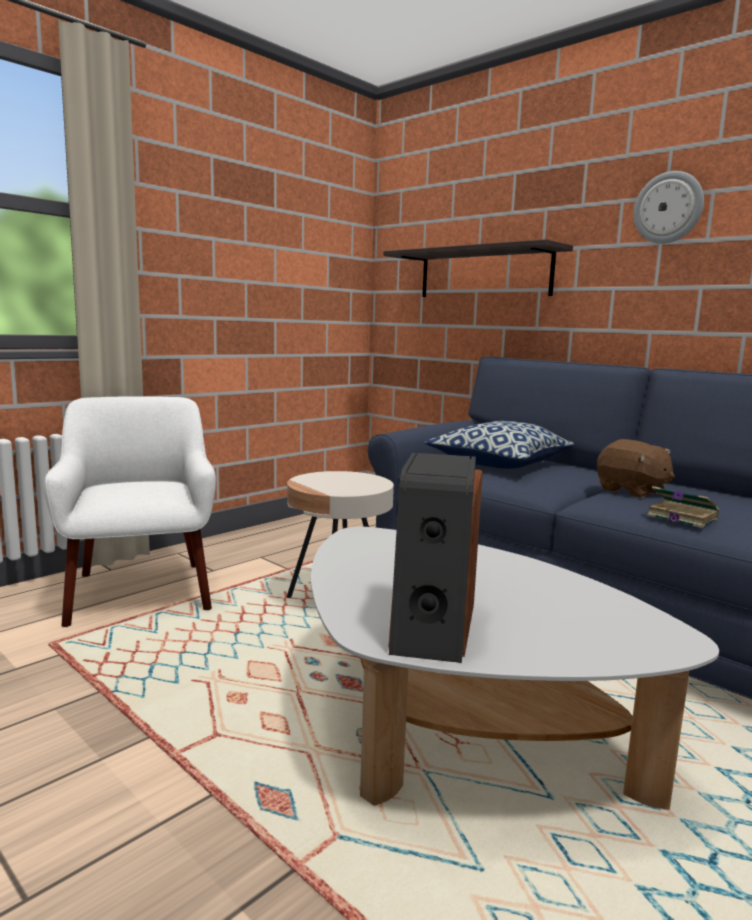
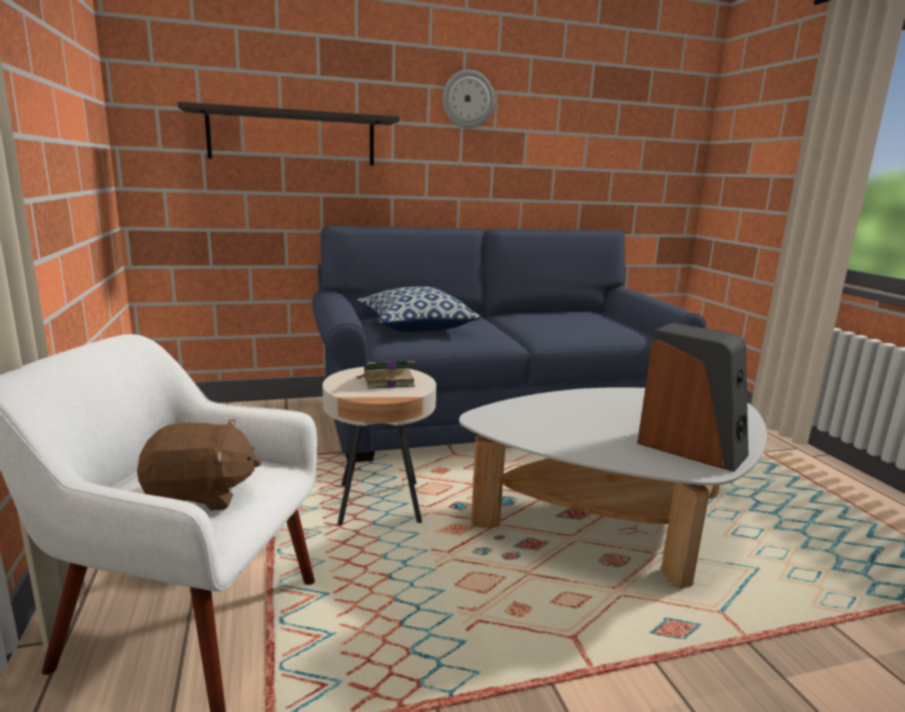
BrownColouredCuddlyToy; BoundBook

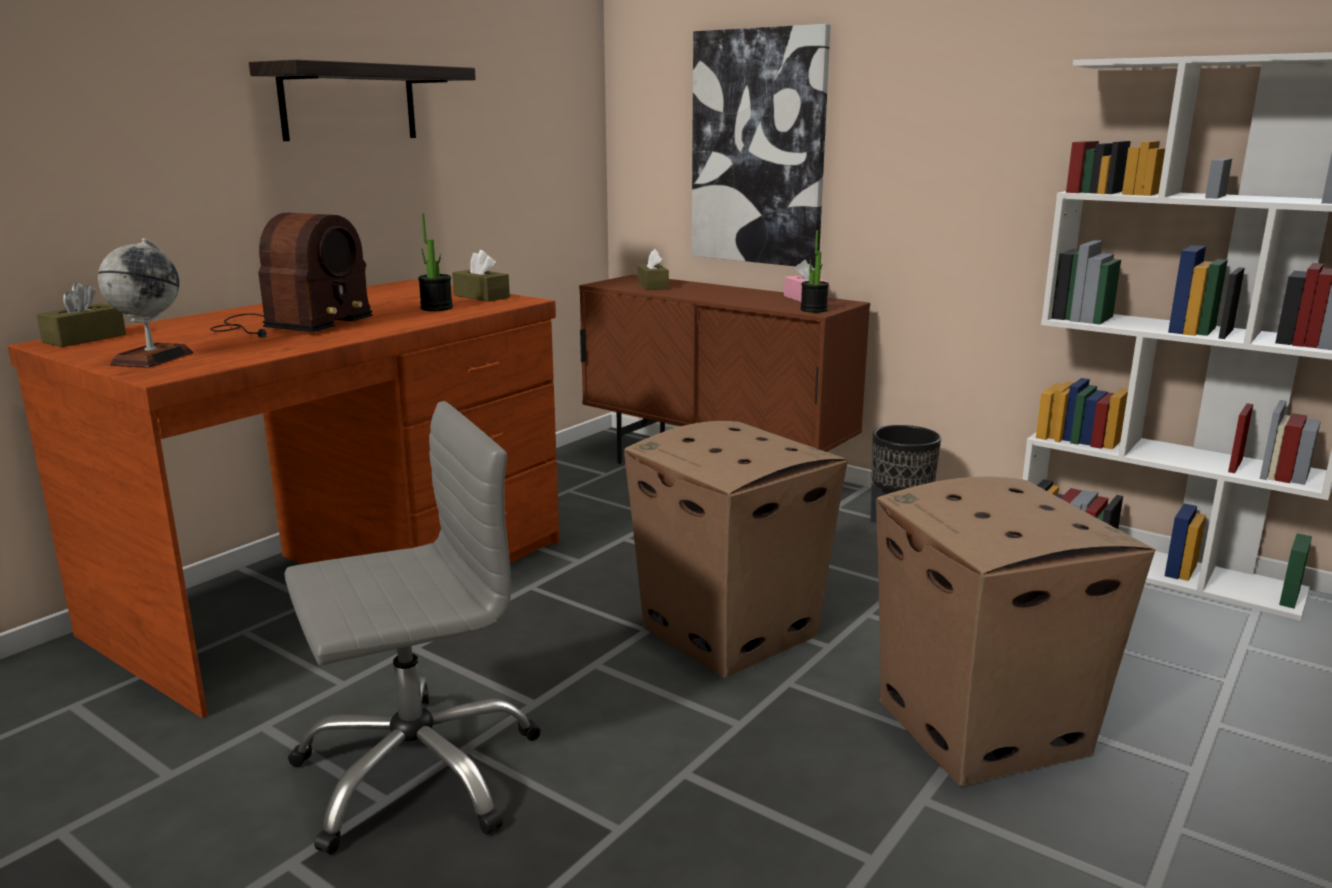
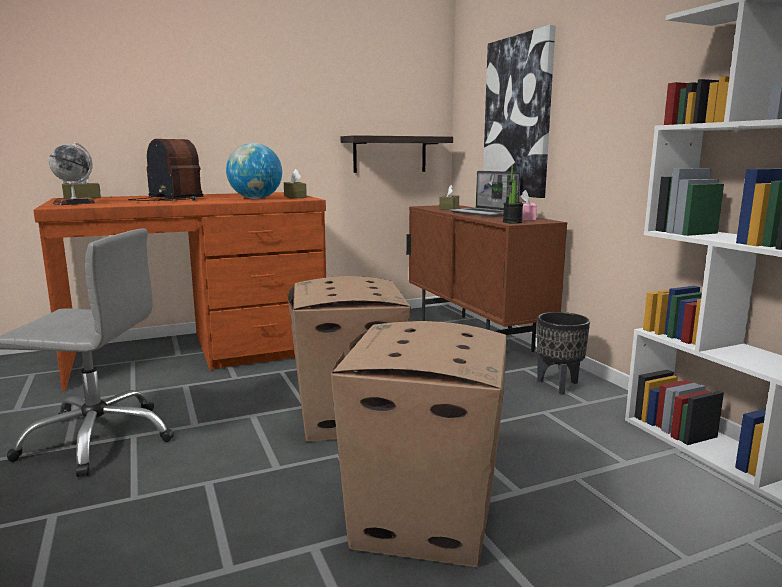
PortableComputer; BracketShelf; WorldGlobe (2nd from left); Radio

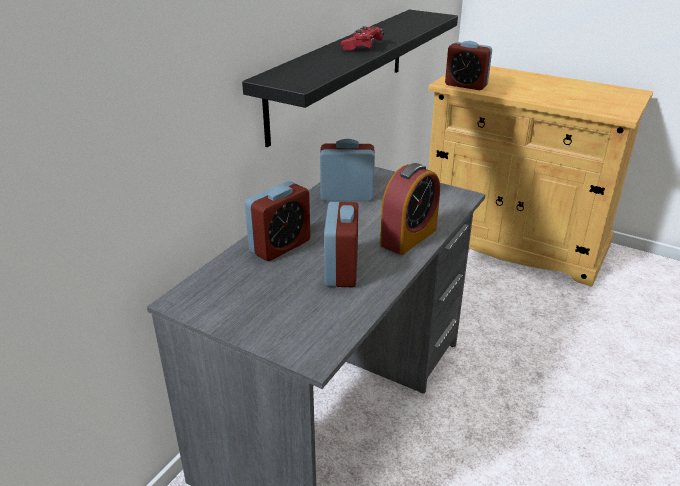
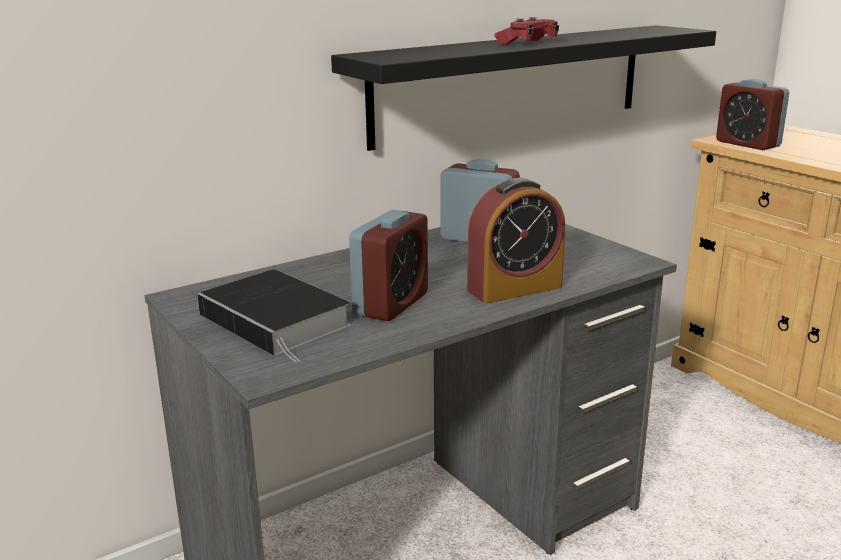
TableClock (1st from left in the first image); BoundBook

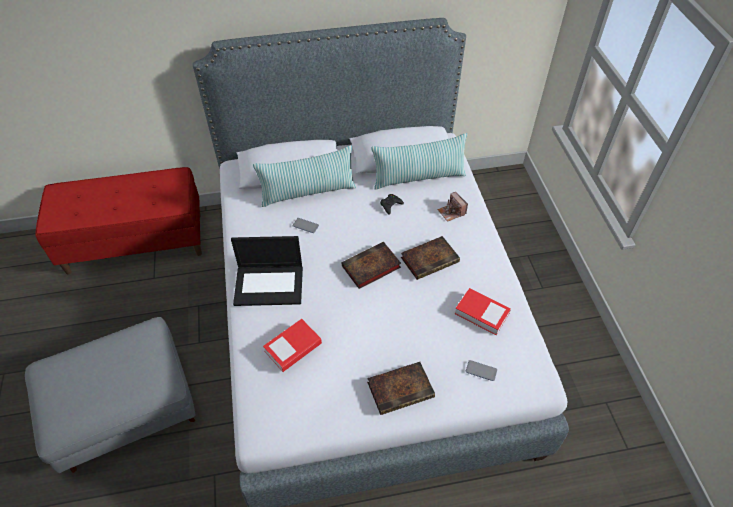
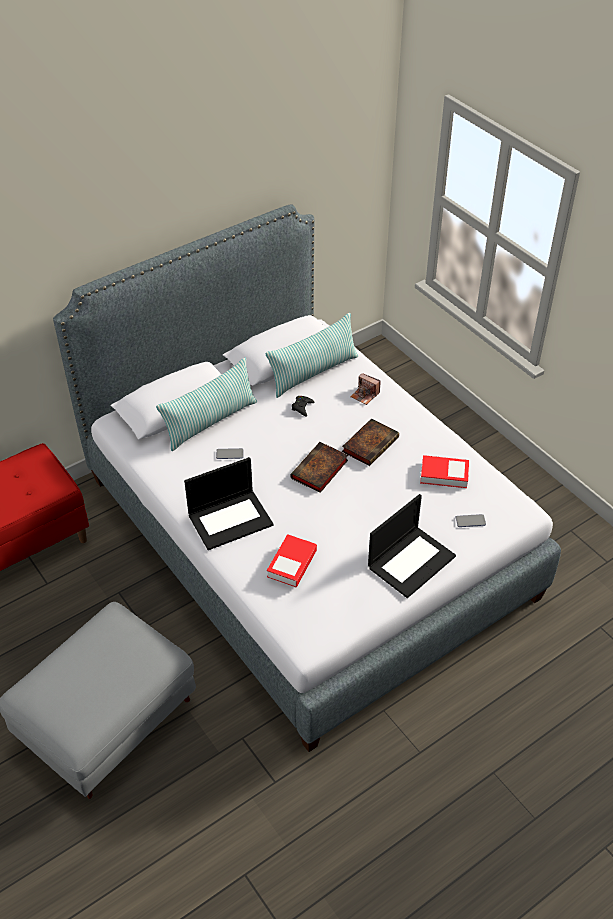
PortableComputer (2nd from left)

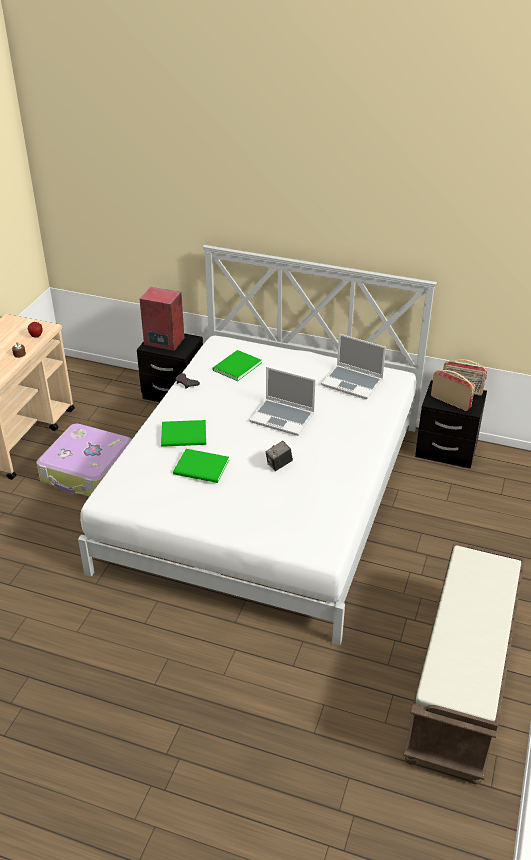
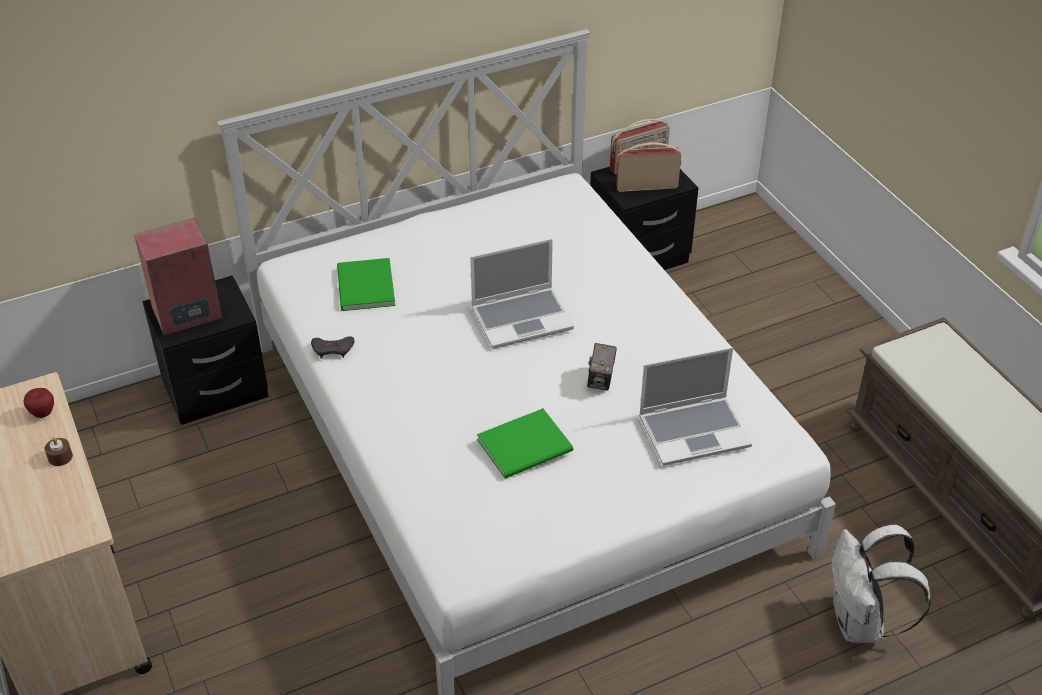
PieceOfLuggage; GreenBoundBook (1st from left in the first image); WhiteBackpack; PortableComputer (2nd from left)

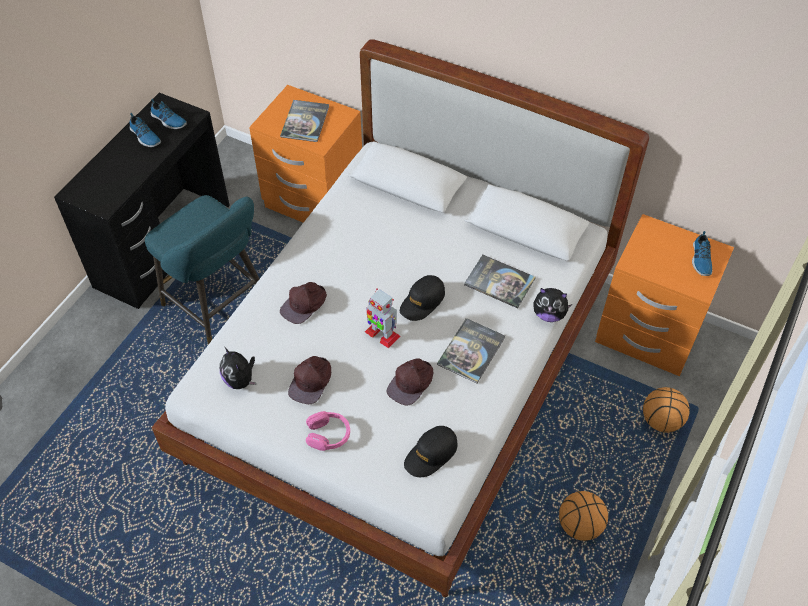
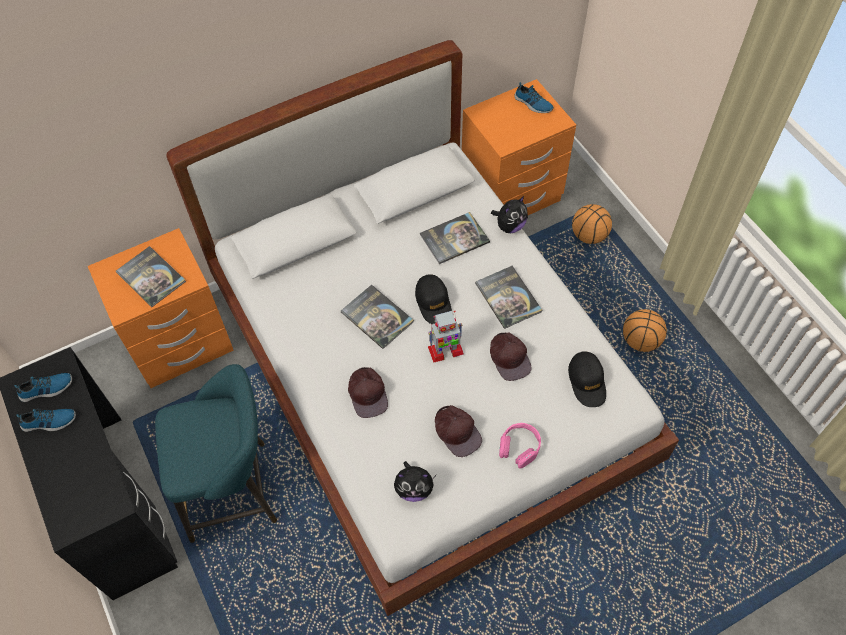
BoundBook (2nd from left)

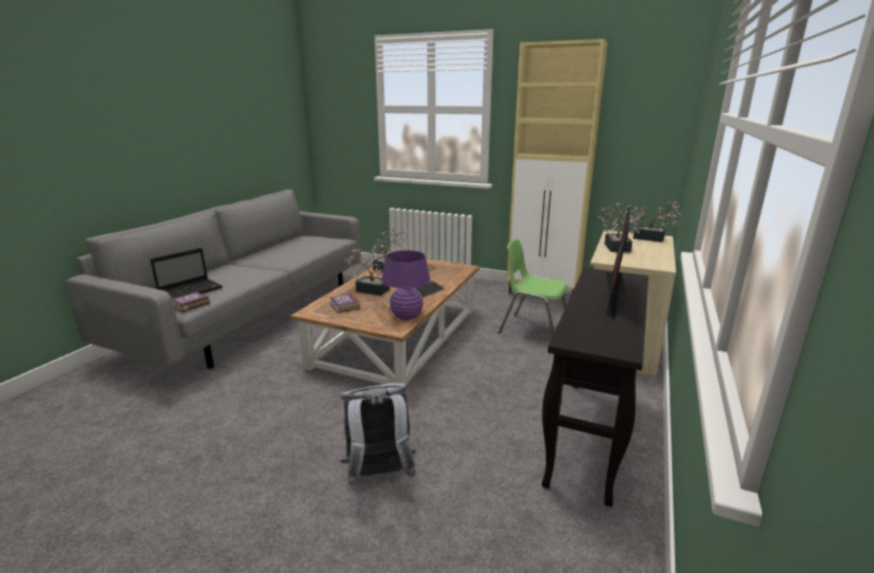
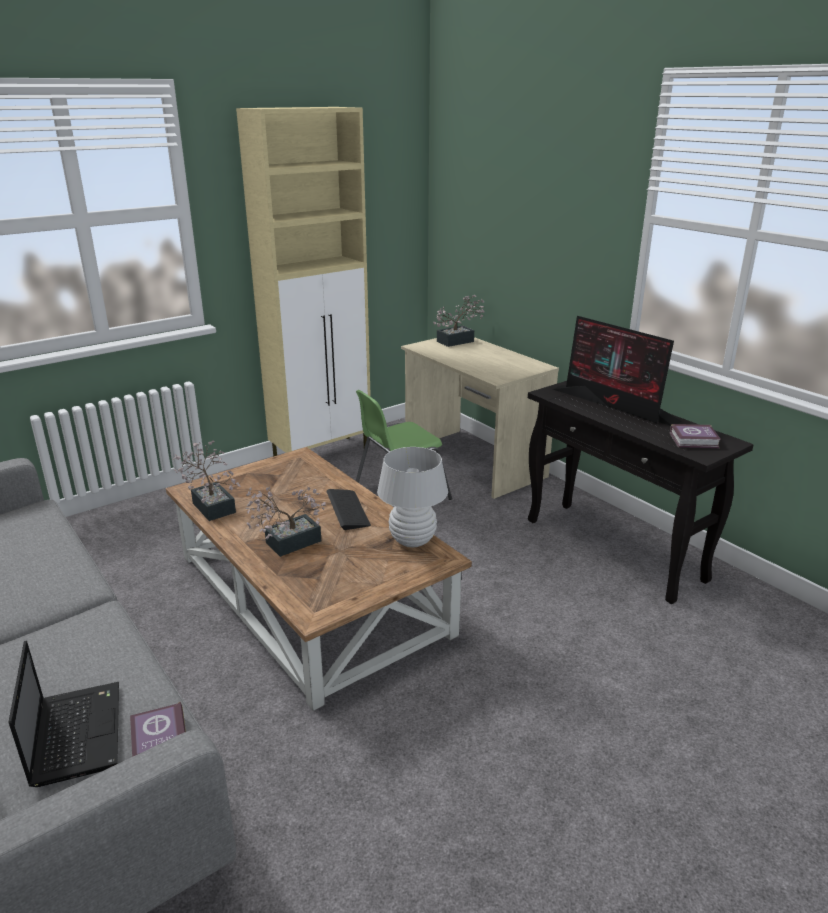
GreyBackpack; PottedPlant (3rd from left in the first image); BoundBook (2nd from left); WhiteTableLamp

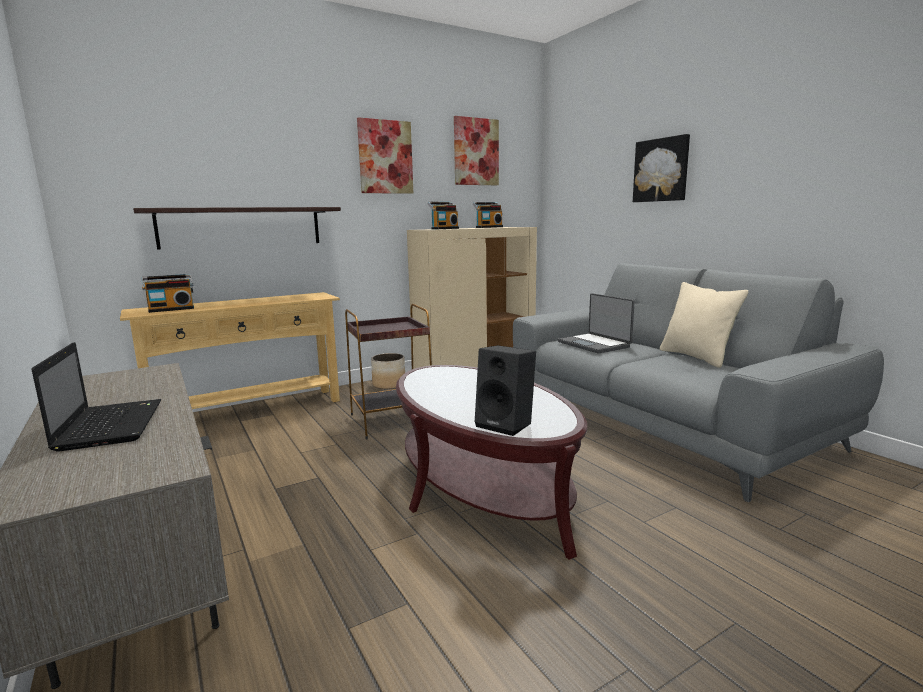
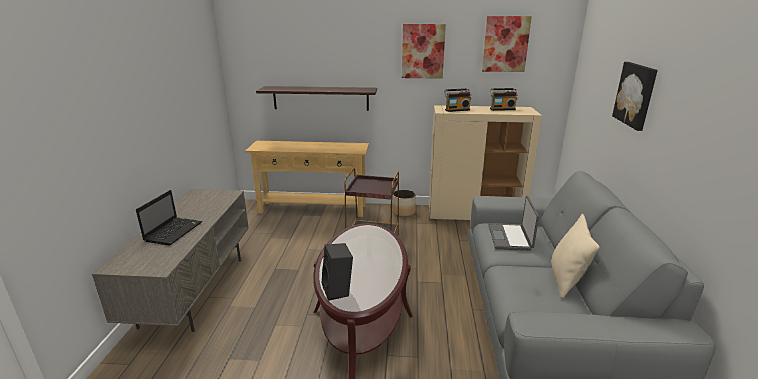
Radio (1st from left in the first image)

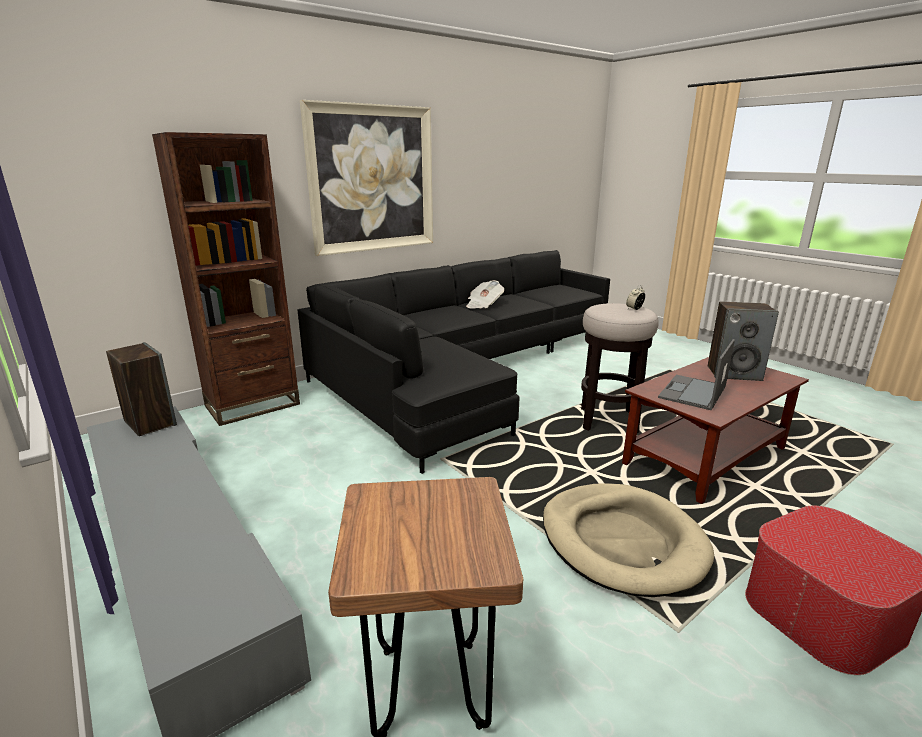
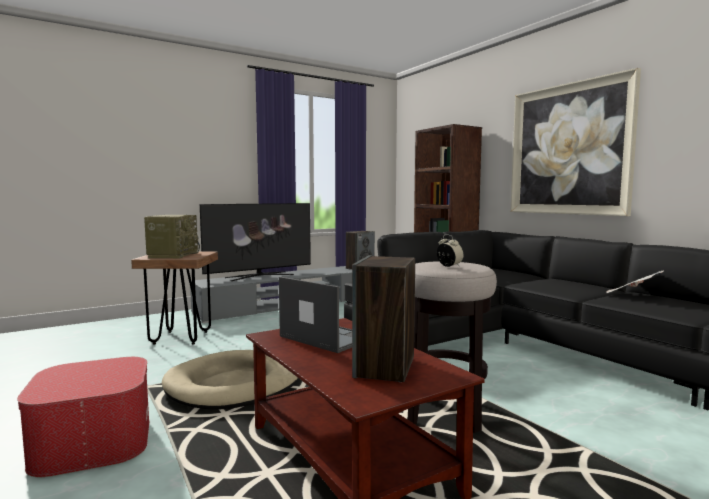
Radio; Television

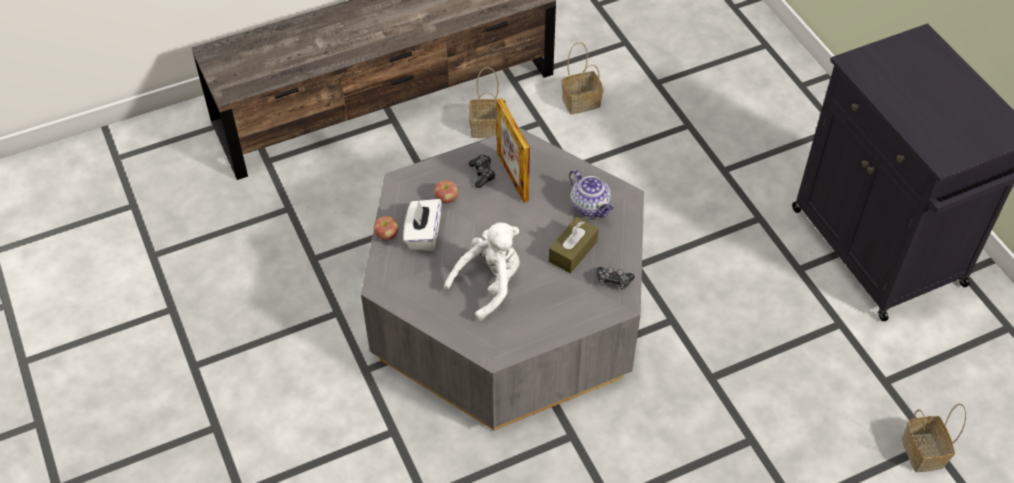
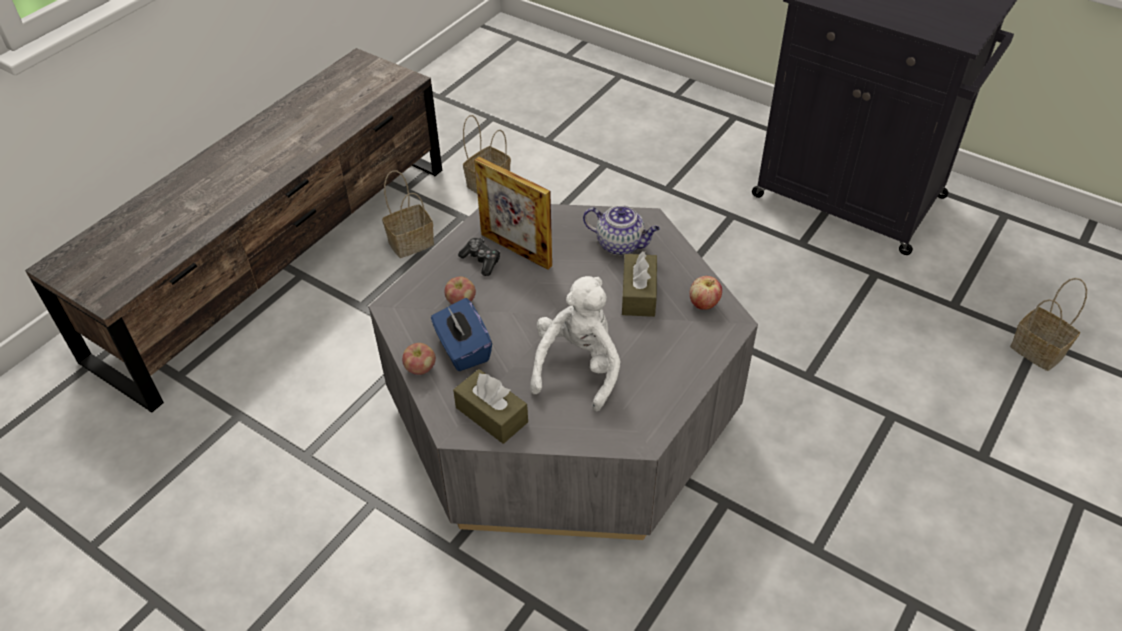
BrownColouredTissueBox (1st from left); AppleFruit (3rd from left); BlueTissueBox

